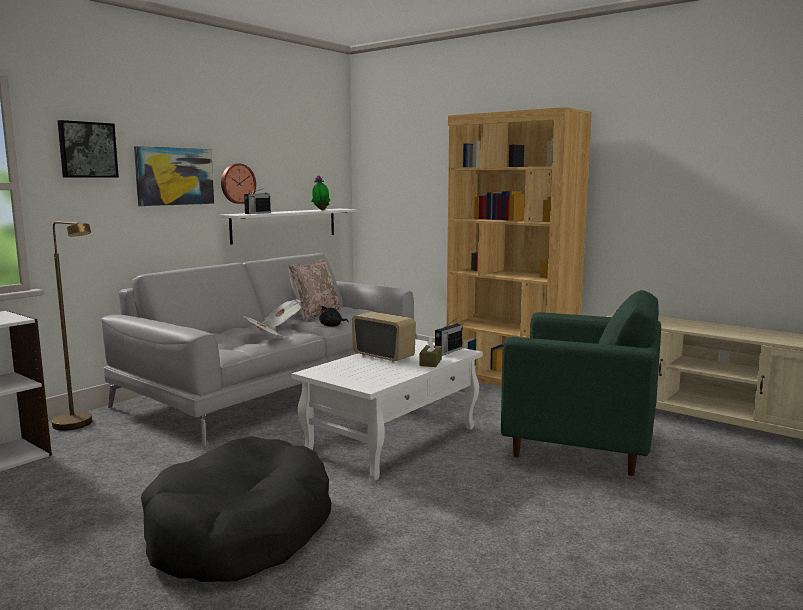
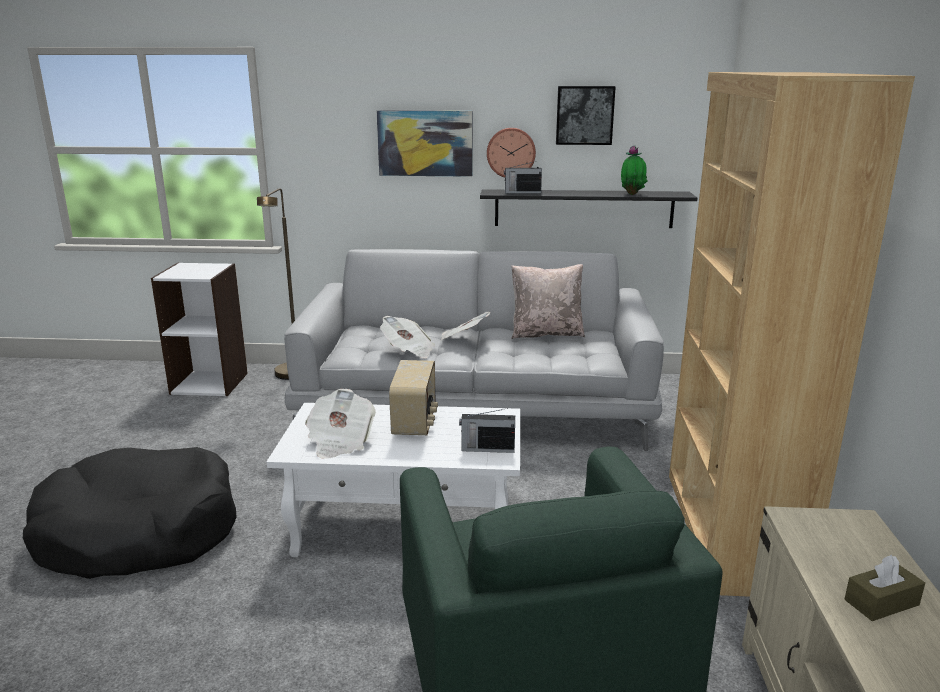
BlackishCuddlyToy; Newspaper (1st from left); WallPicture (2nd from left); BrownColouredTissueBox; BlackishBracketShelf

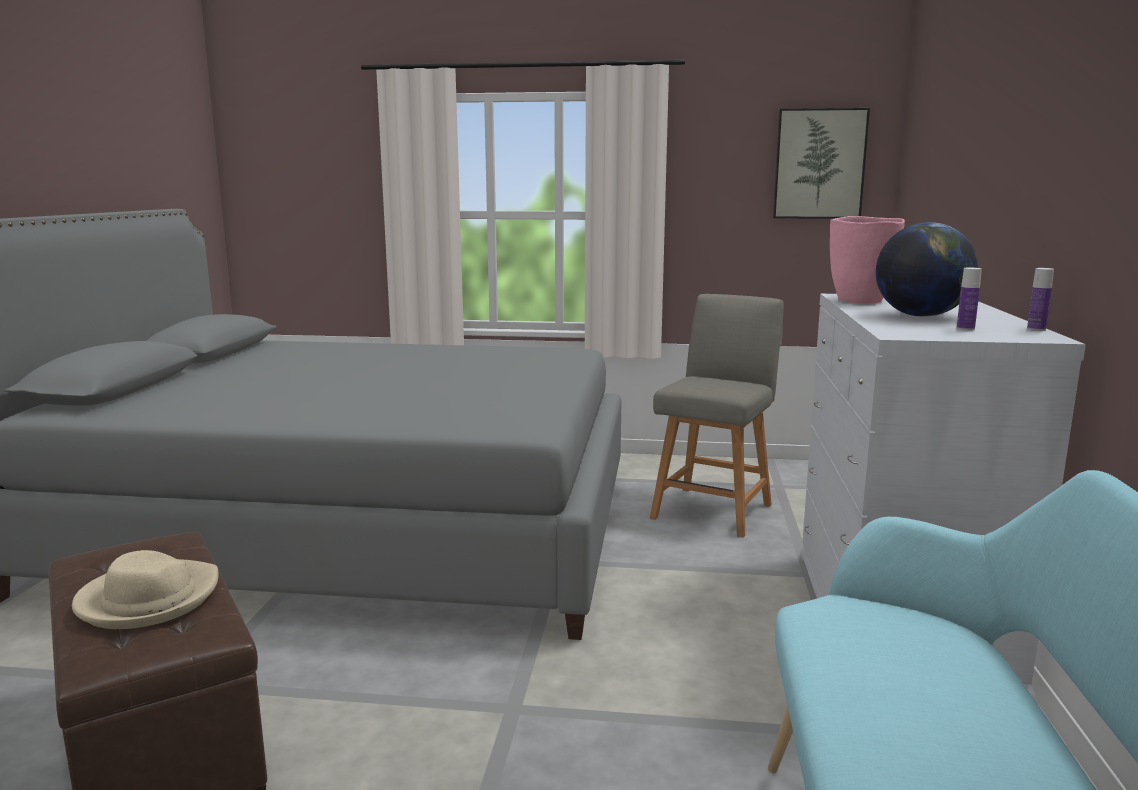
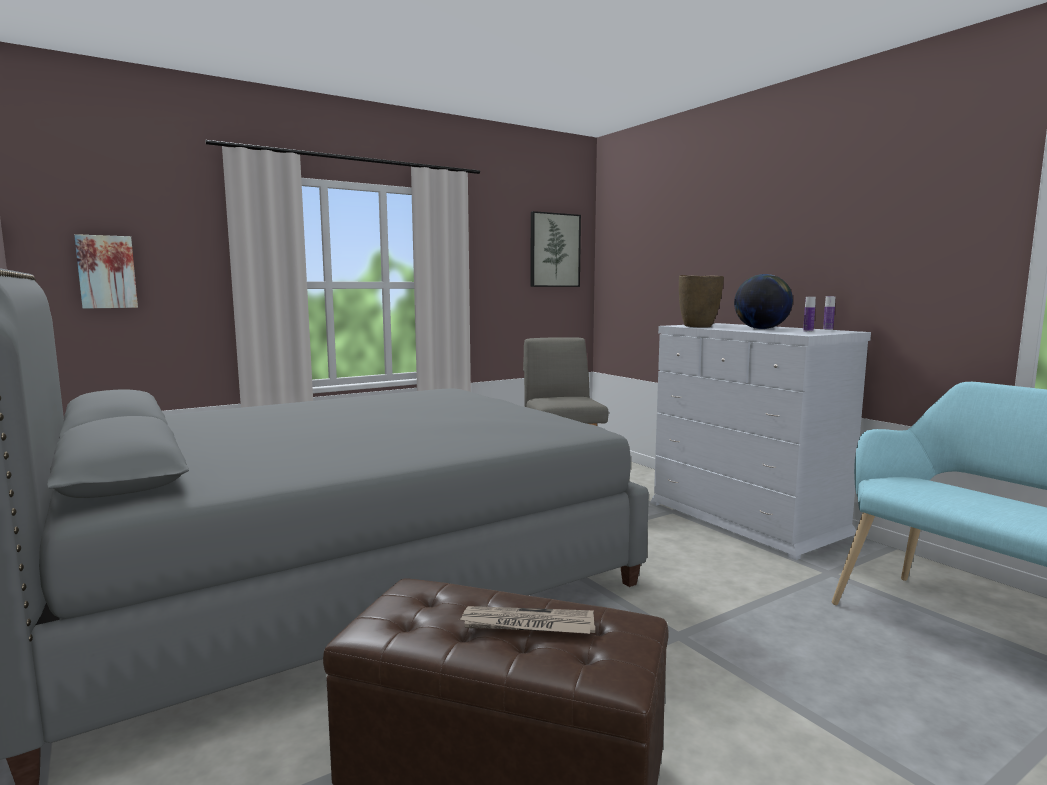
WallPicture (1st from left); Newspaper; BrownColouredVase

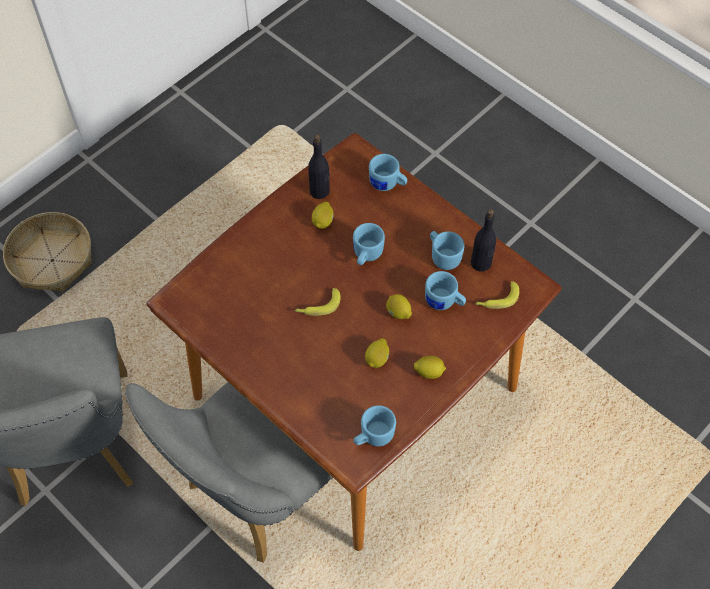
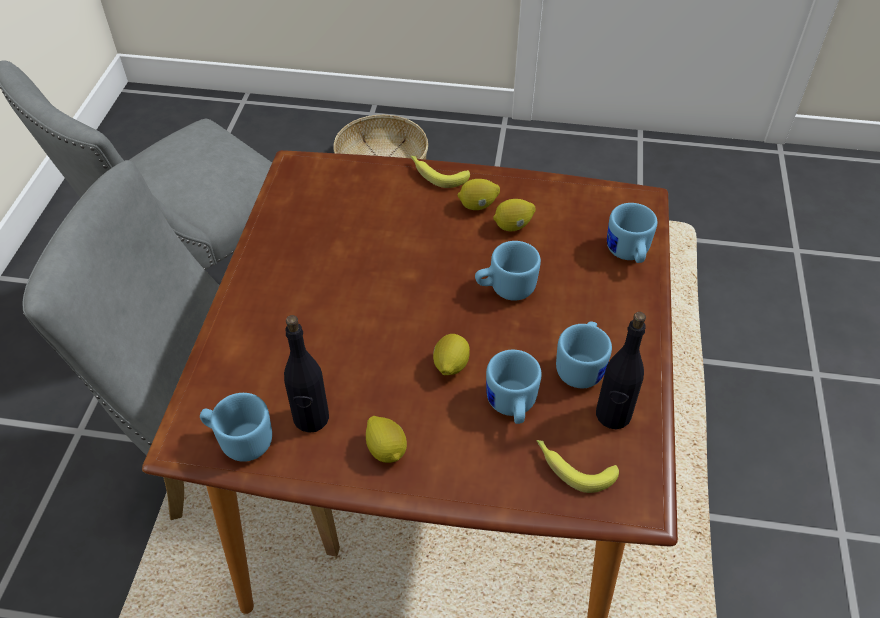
WholeBanana (1st from left); BlackishBeverageBottle (1st from left); Lemon (3rd from left)

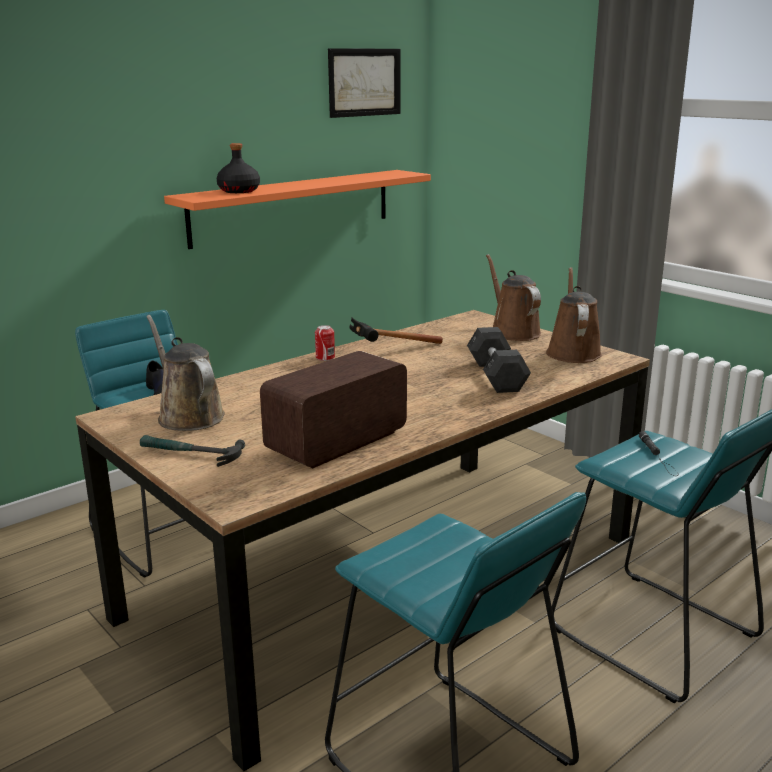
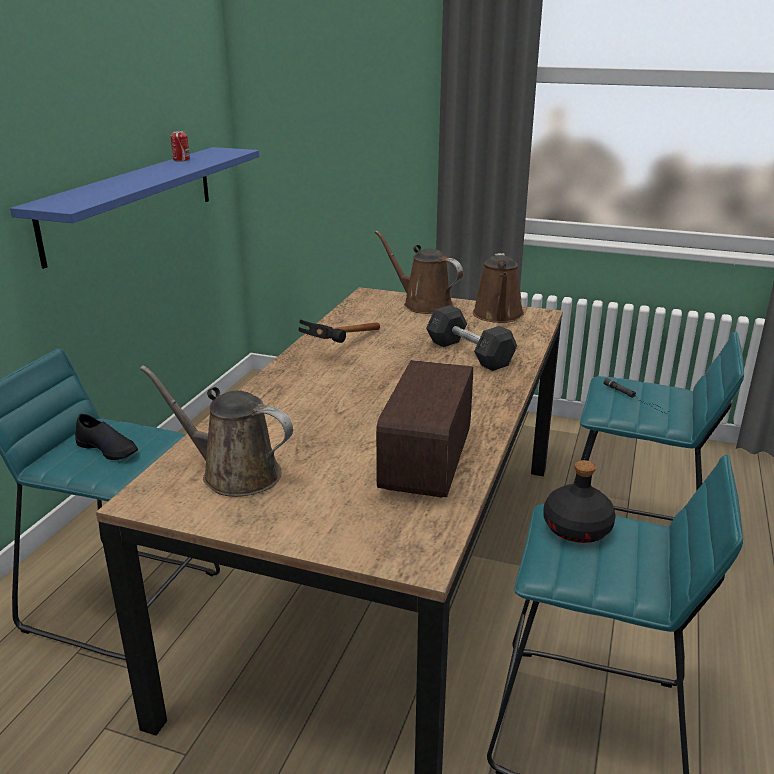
Hammer (1st from left in the first image); WallPicture; BlackishBeverageBottle; MetalCan; BlueBracketShelf; BrownColouredWateringPot (3rd from left)

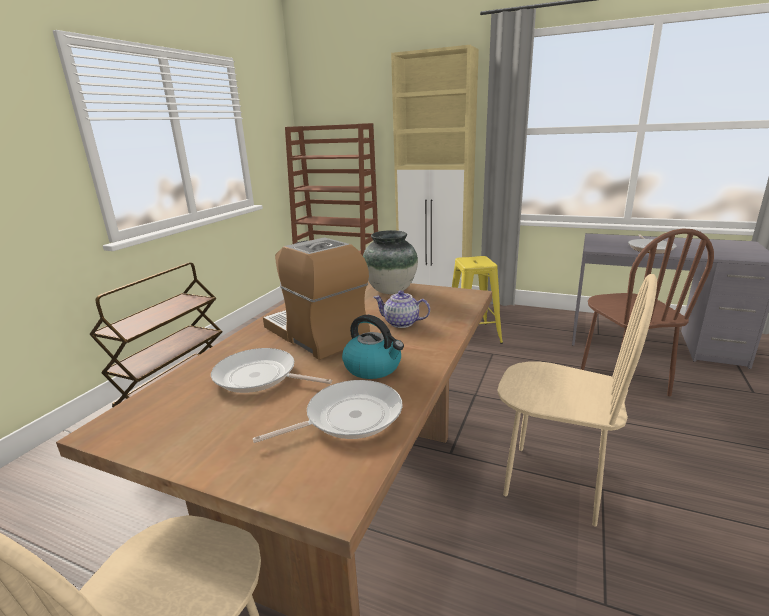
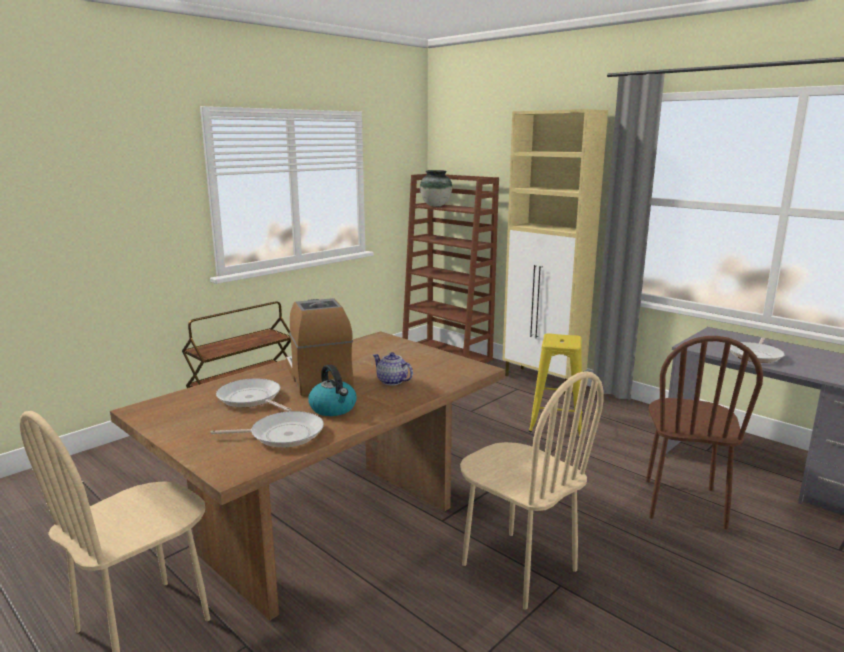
Vase

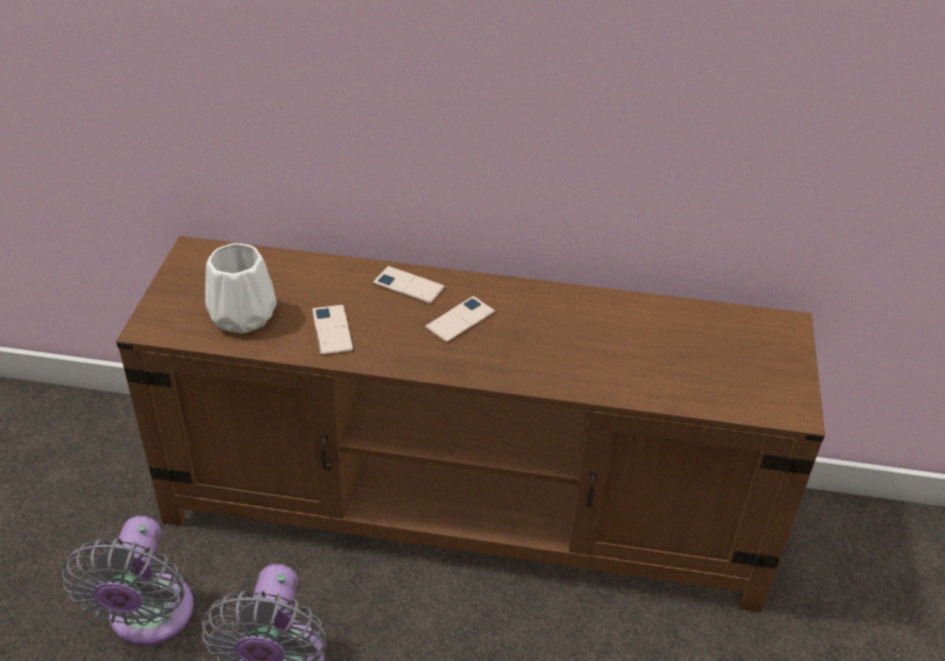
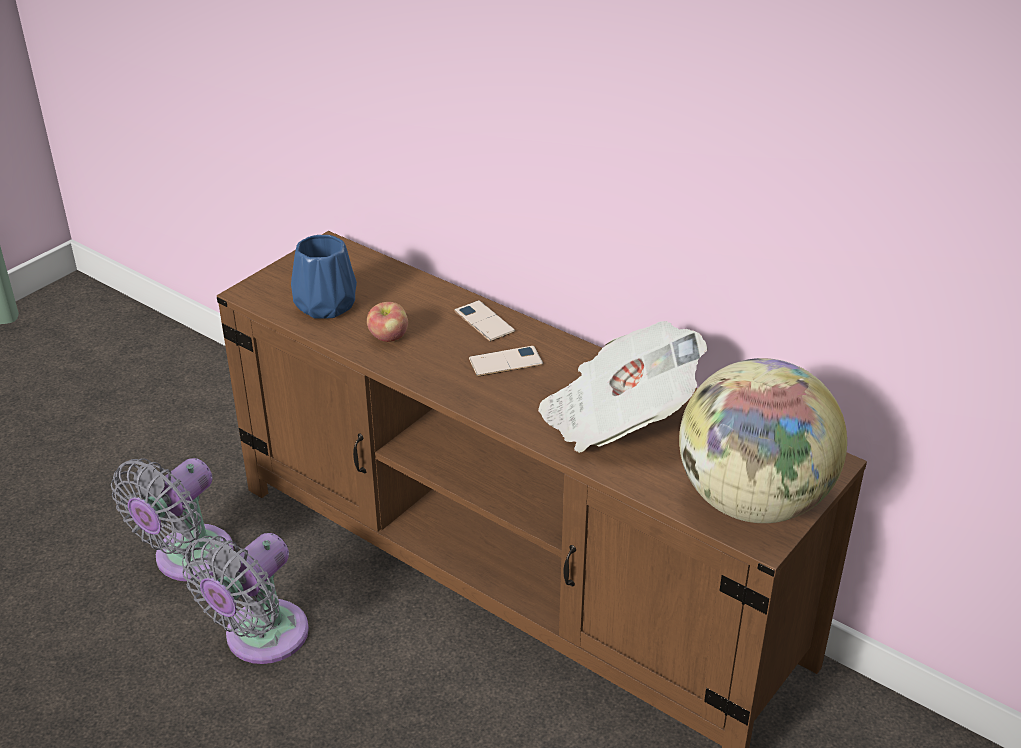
Newspaper; WorldGlobe; AppleFruit; BlueVase

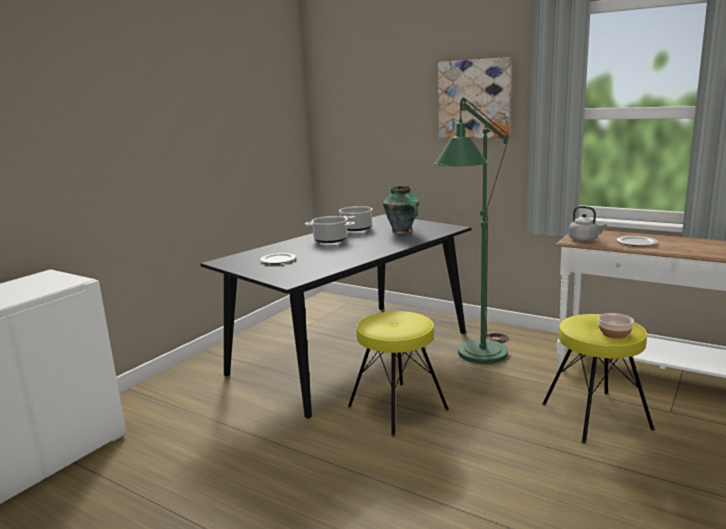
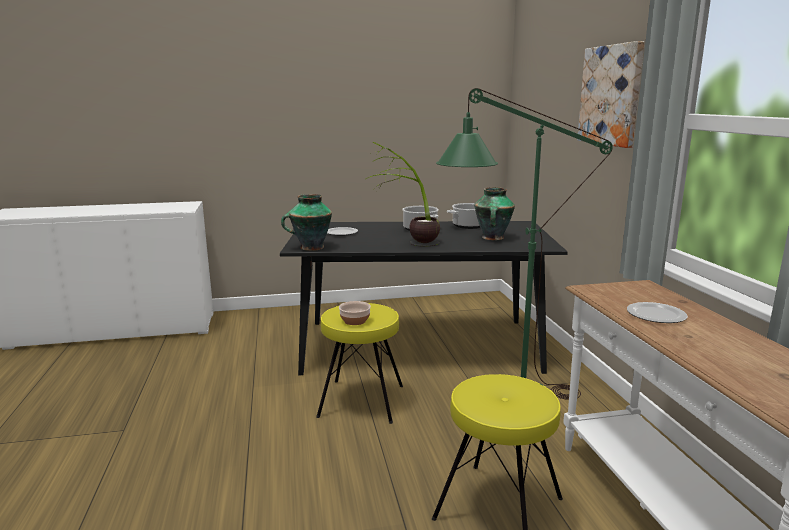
GreyWaterKettle; Vase (1st from left); PottedPlant; DeepDish

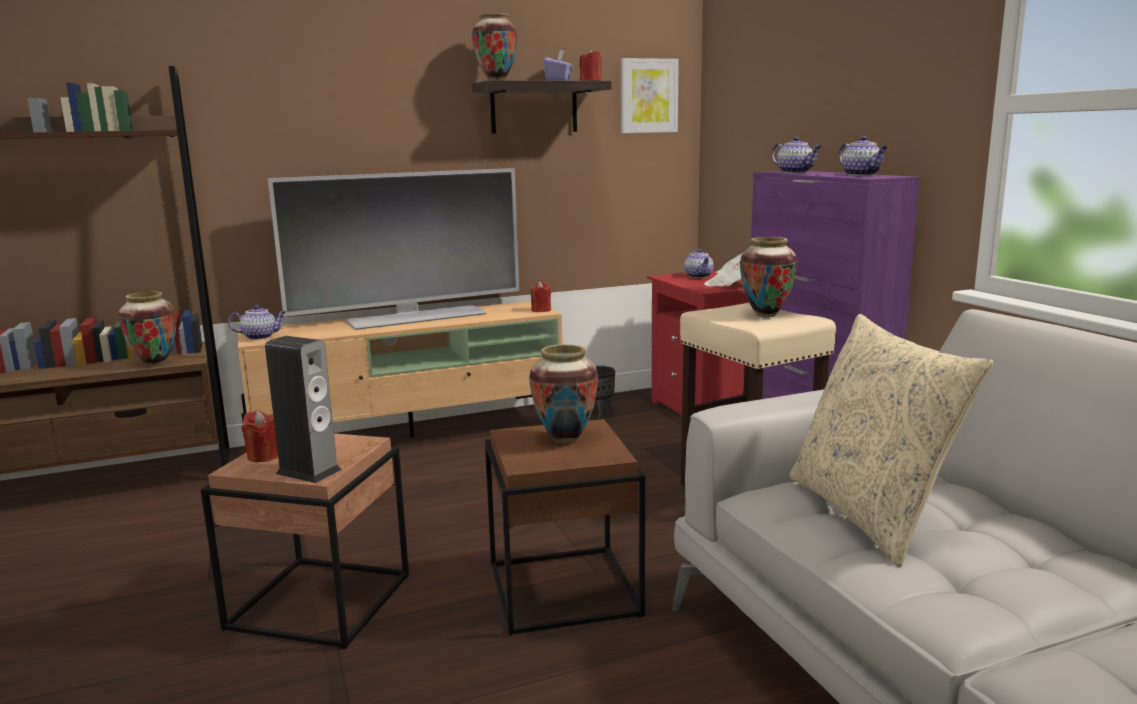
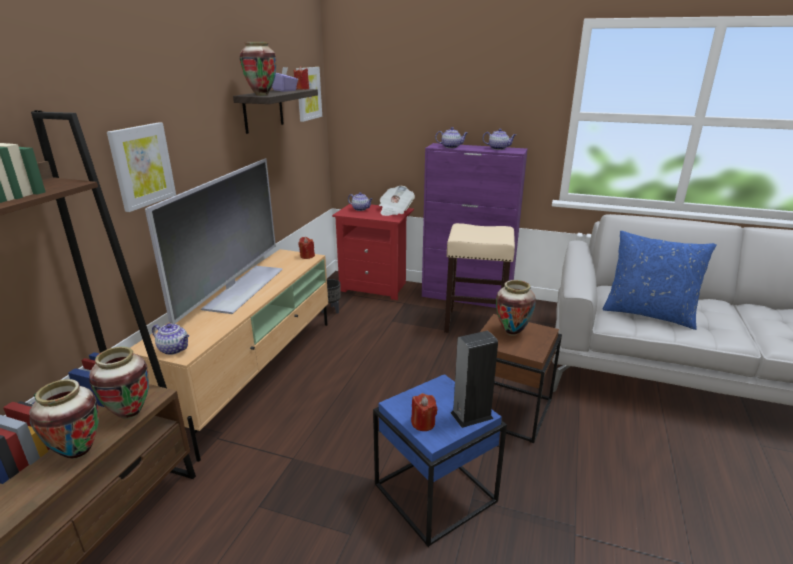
WallPicture (1st from left); Vase (1st from left); BlueAccentTable; BluePillow; PotForTea (1st from left)

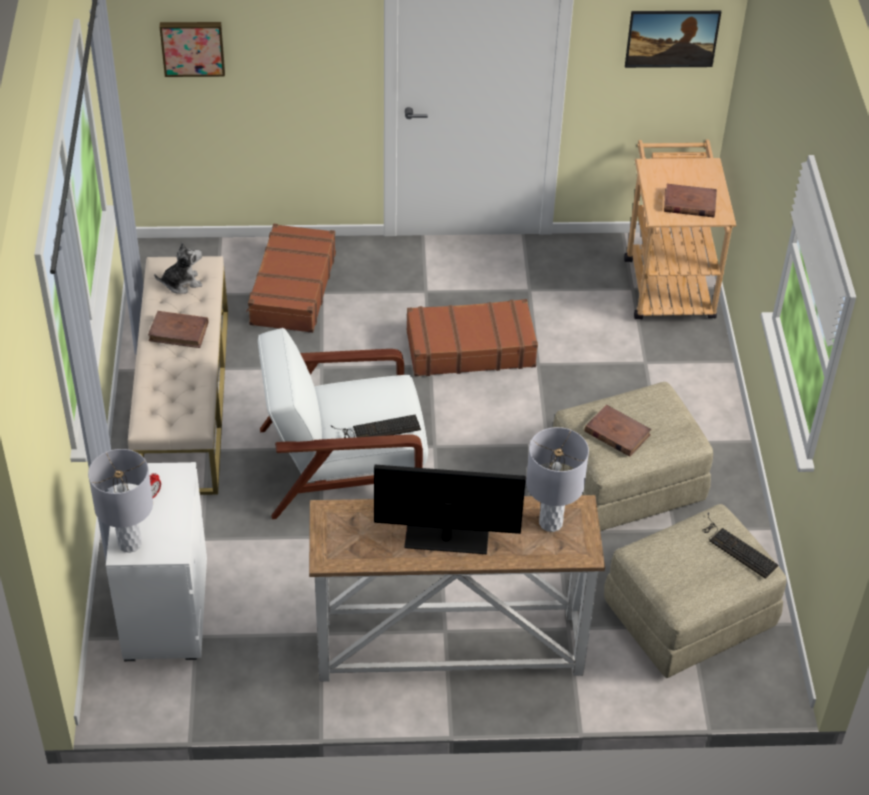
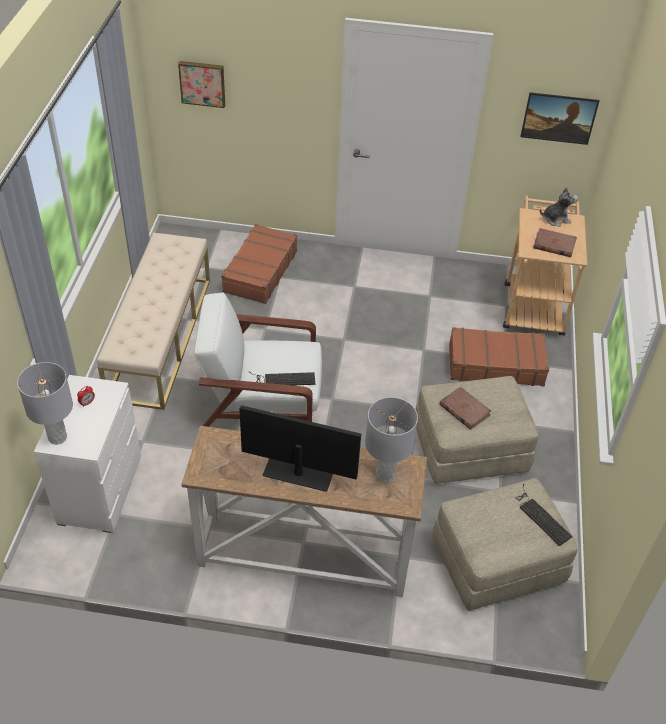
BrownColouredBoundBook (1st from left in the first image); CuddlyToy; BrownColouredPieceOfLuggage (2nd from left)

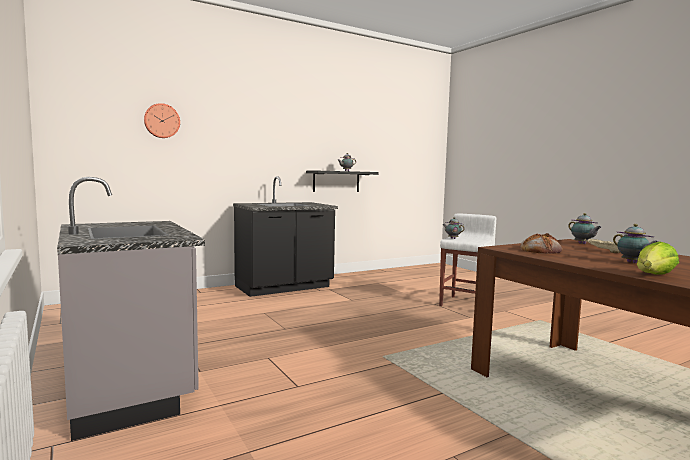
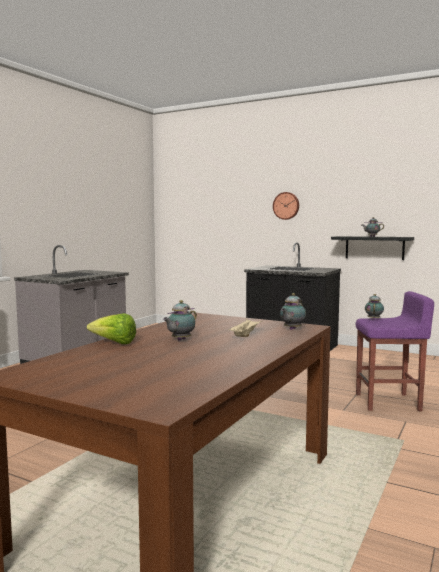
BakeryBread; HangingClock; PurplishStoolSeat

